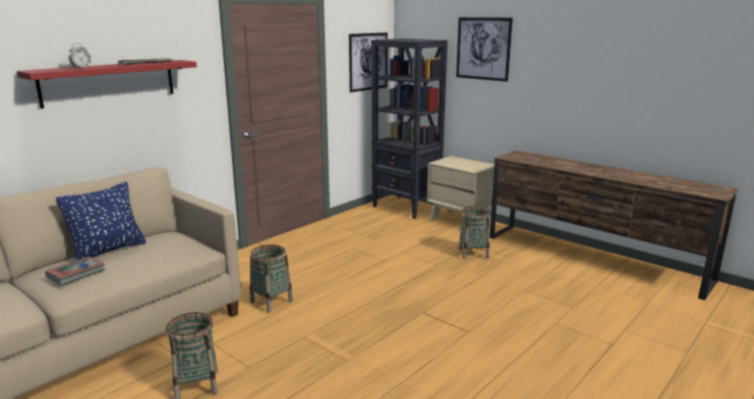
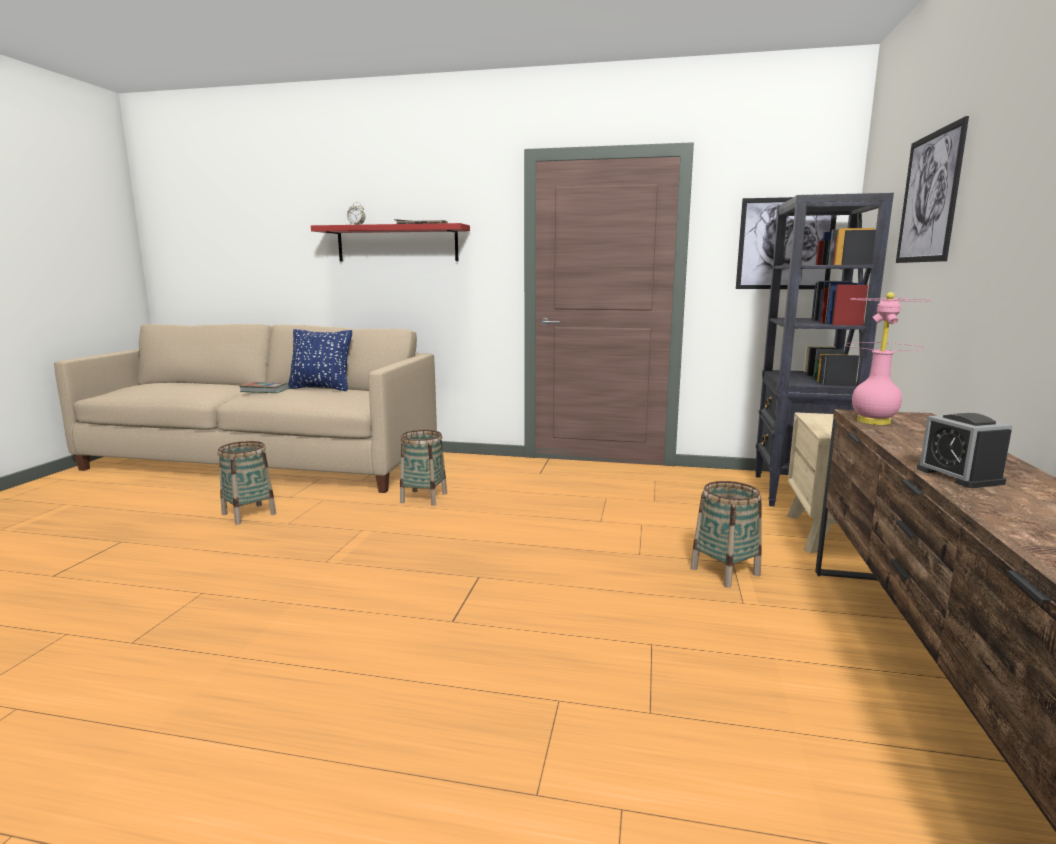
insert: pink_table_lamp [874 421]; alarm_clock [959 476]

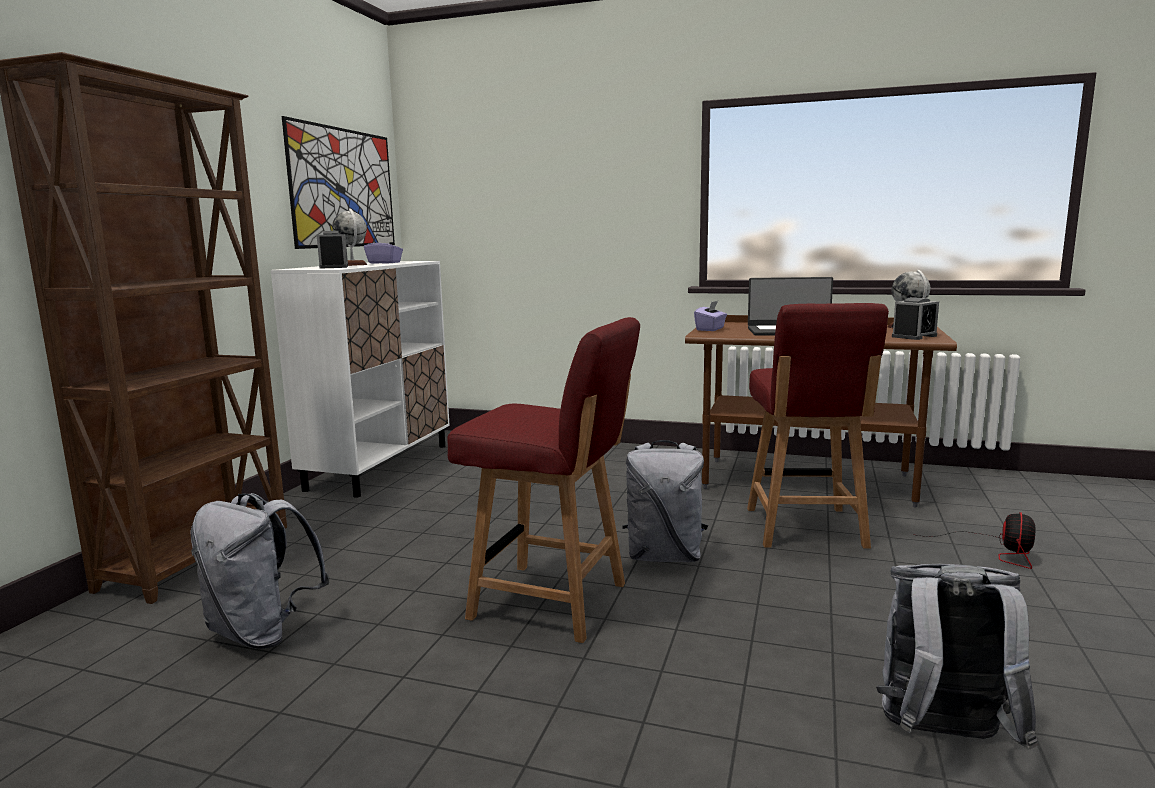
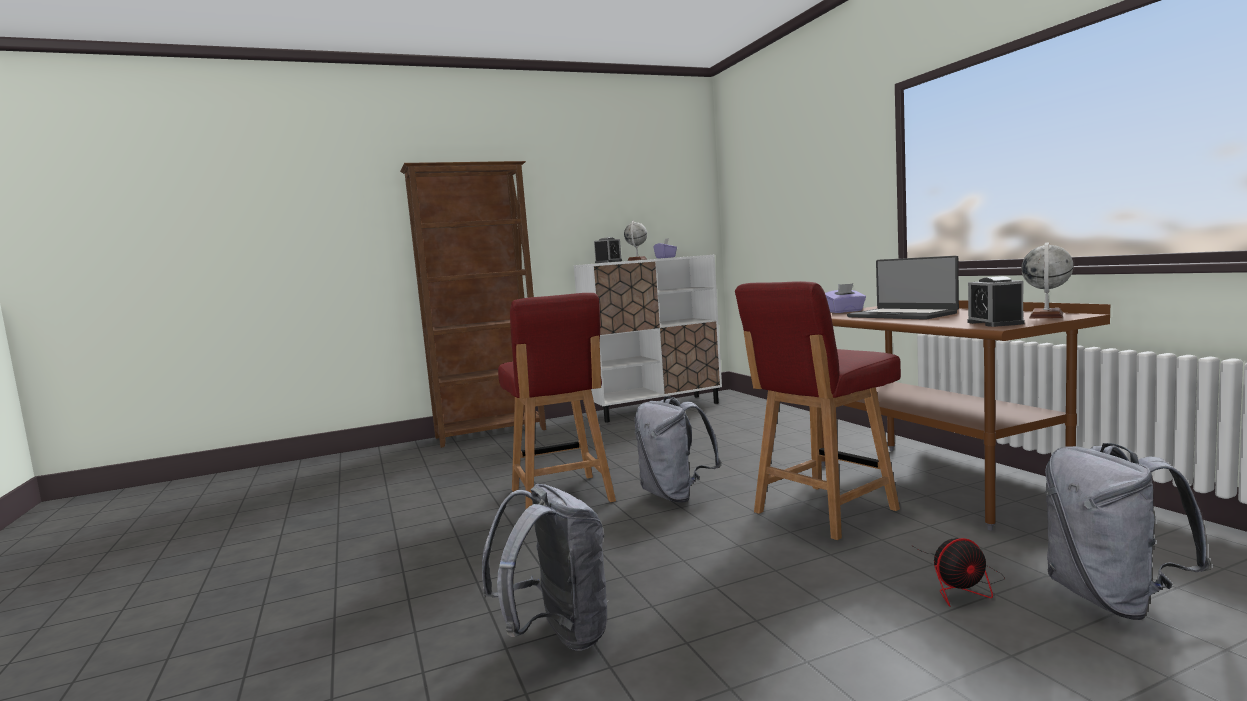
delete: picture [344 188]
move: grey_rucksack [262 632] to [1112 600]
rotate: alarm_clock [914 336] = [995 323] 75 degrees clockwise

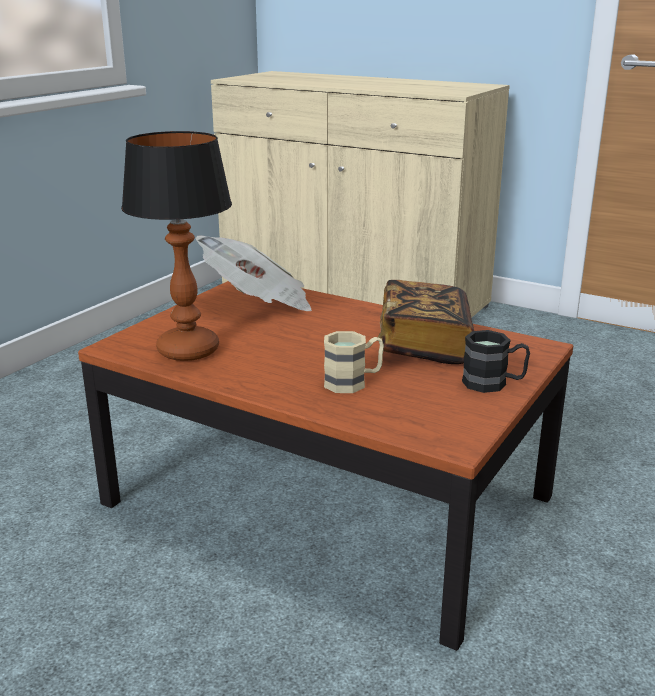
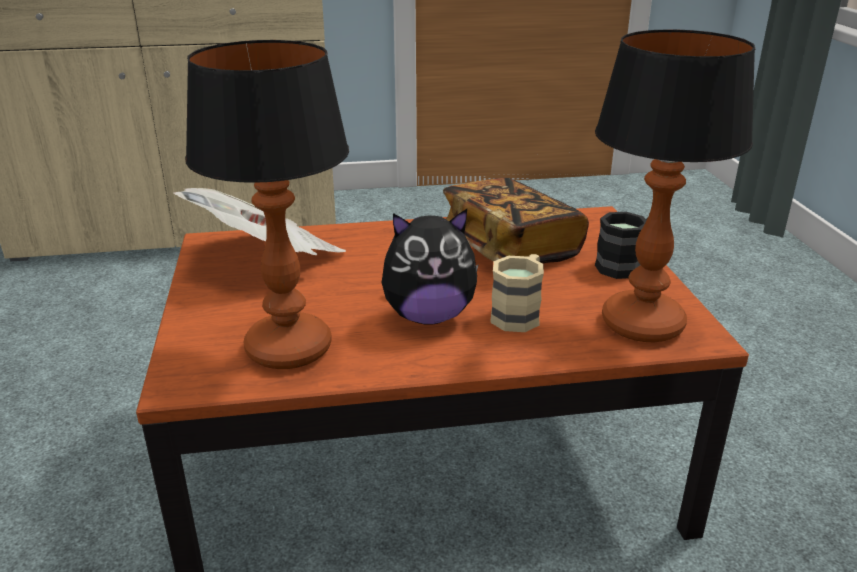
insert: soft_toy [429 316]; table_lamp [641 325]

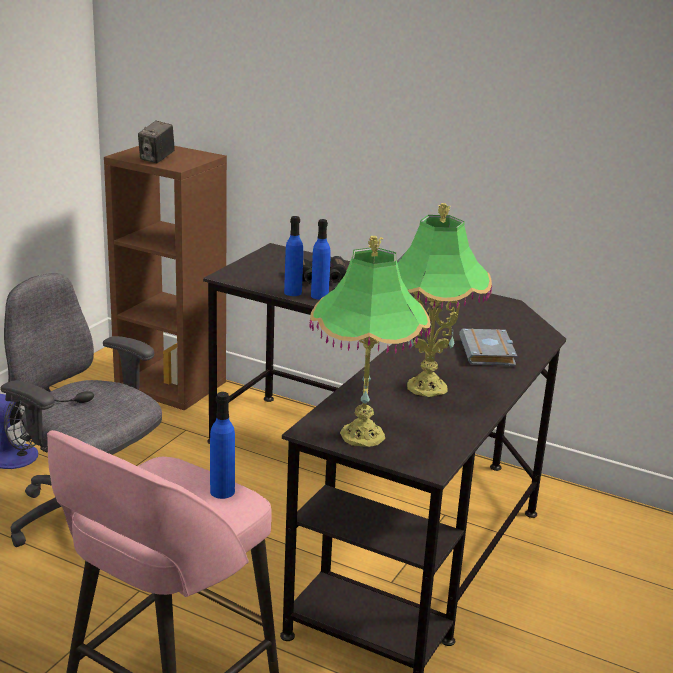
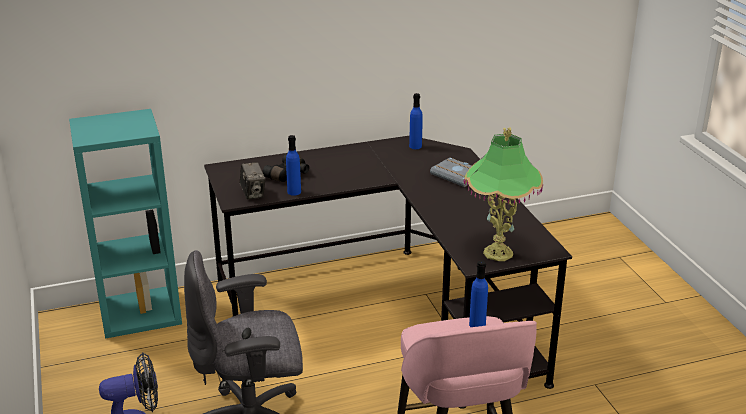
delete: table_lamp [426 387]
move: still_camera [157 159] to [253 194]; bluish_drink_bottle [319 296] to [415 146]
recolor: brown-coloured_shelving_unit [172 385] to turquoise_shelving_unit [141 312]

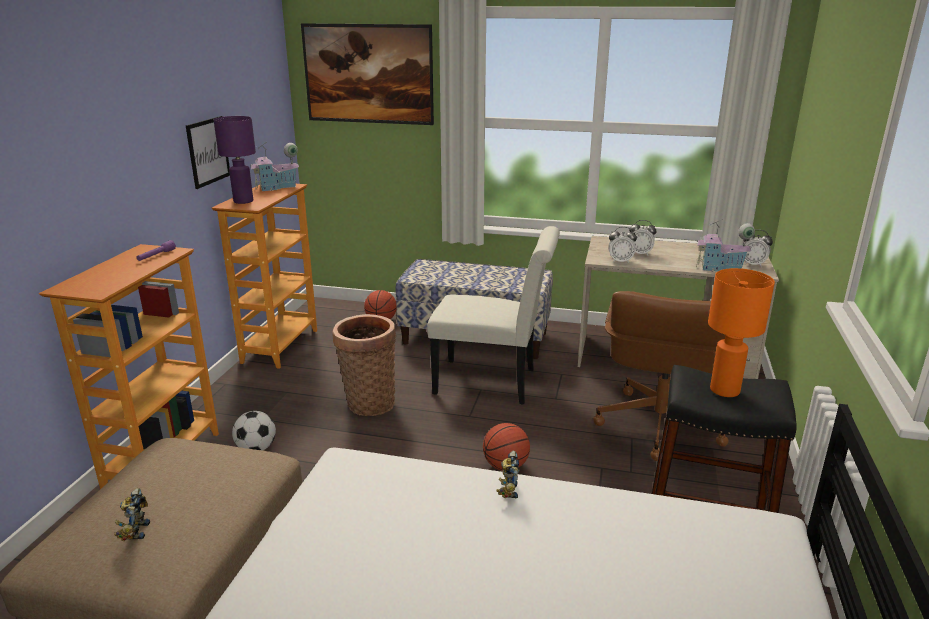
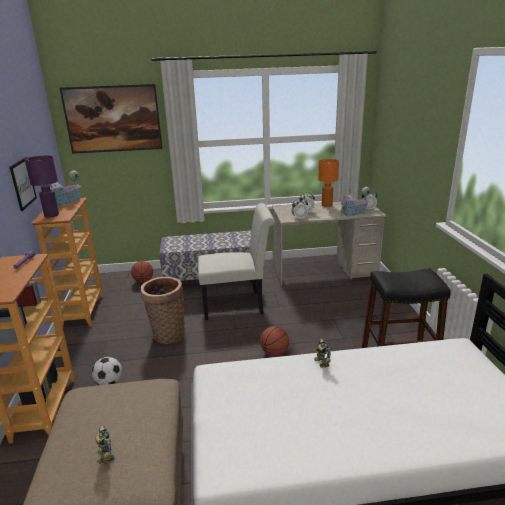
delete: brown-coloured_desk_chair [657 425]
move: orange-coloured_table_lamp [724 390] to [326 205]

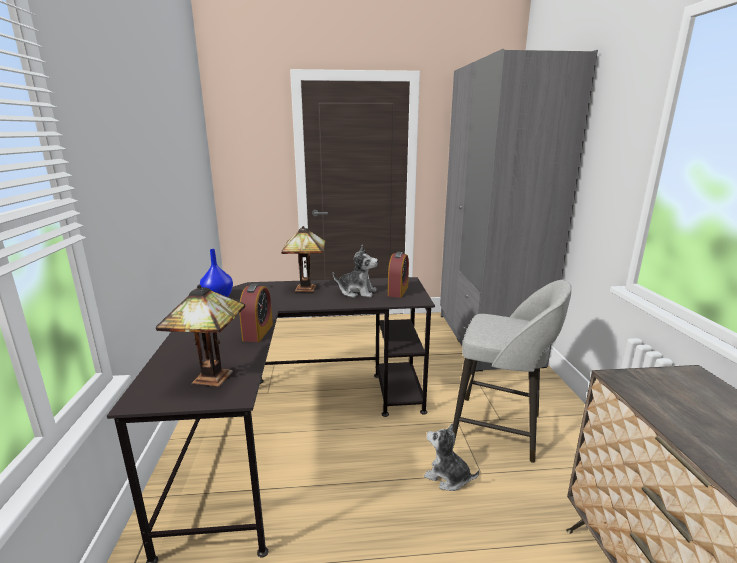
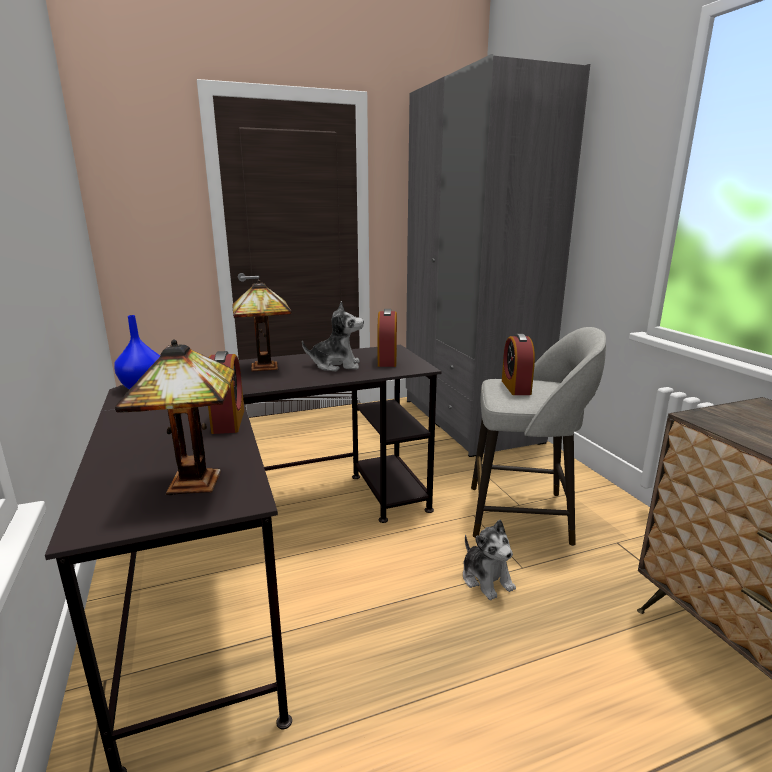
insert: alarm_clock [516 387]
rotate: soft_toy [447 477] = [486 579] 135 degrees counterclockwise

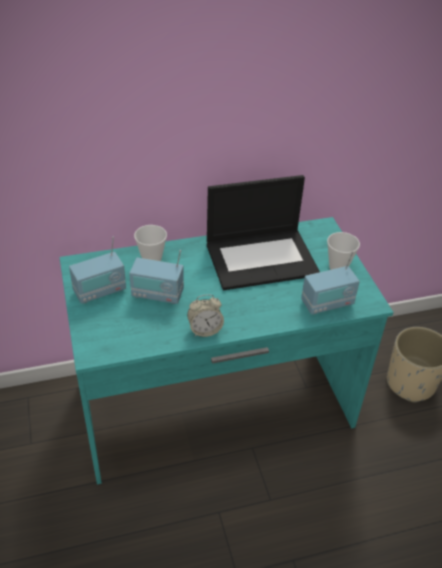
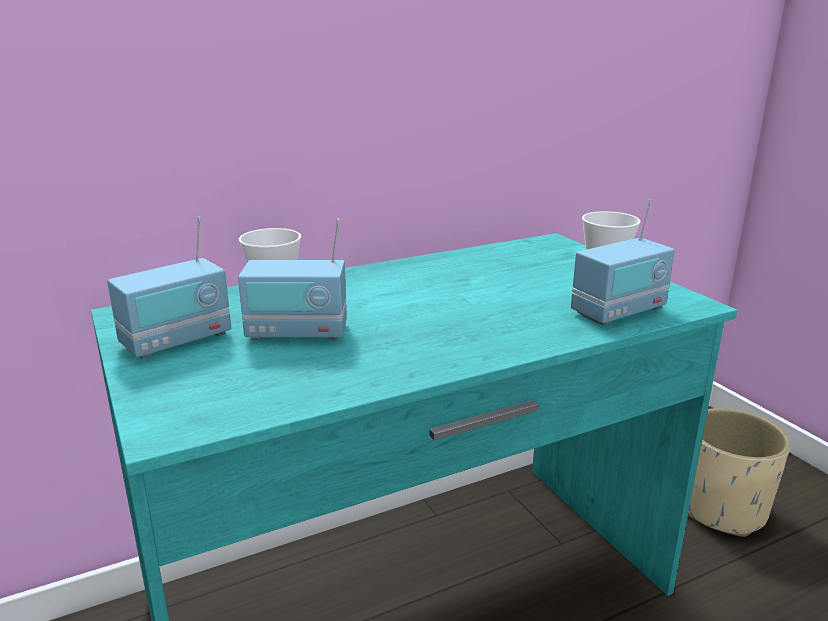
delete: alarm_clock [205 330]; portable_computer [262 258]

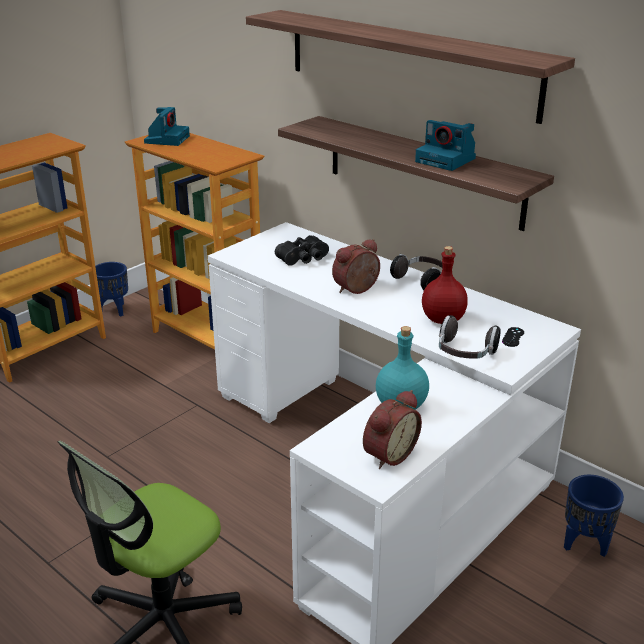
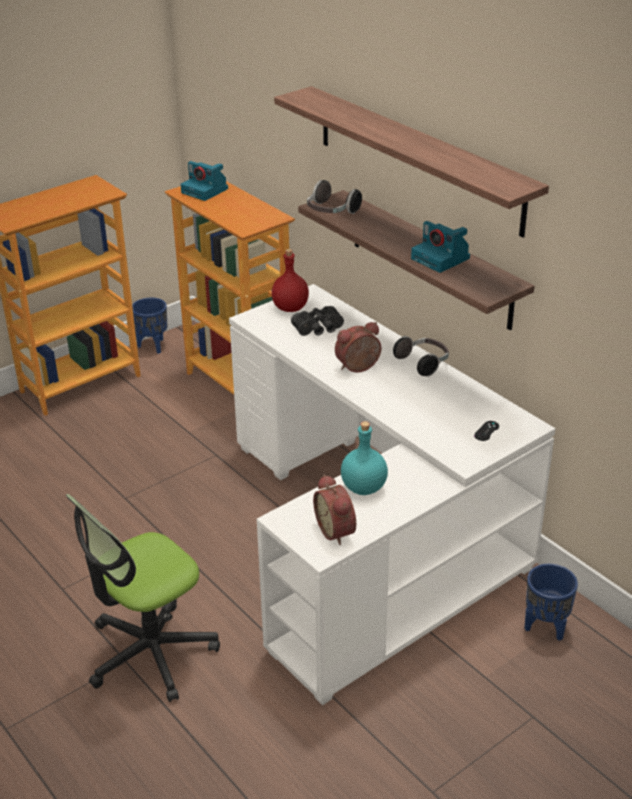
move: red_drink_bottle [442 319] to [290 308]; headphones [465 353] to [331 212]
rotate: still_camera [167 139] = [206 191] 105 degrees clockwise; alarm_clock [388 454] = [337 530] 105 degrees clockwise

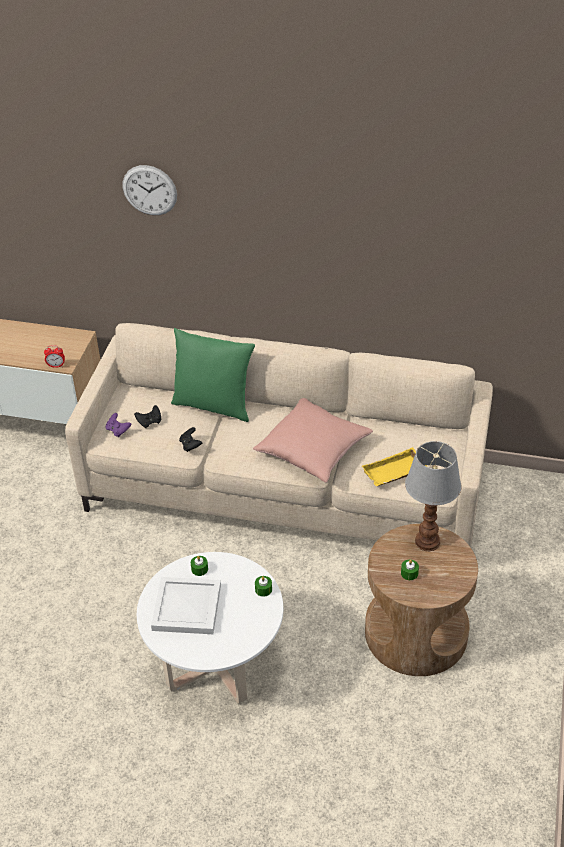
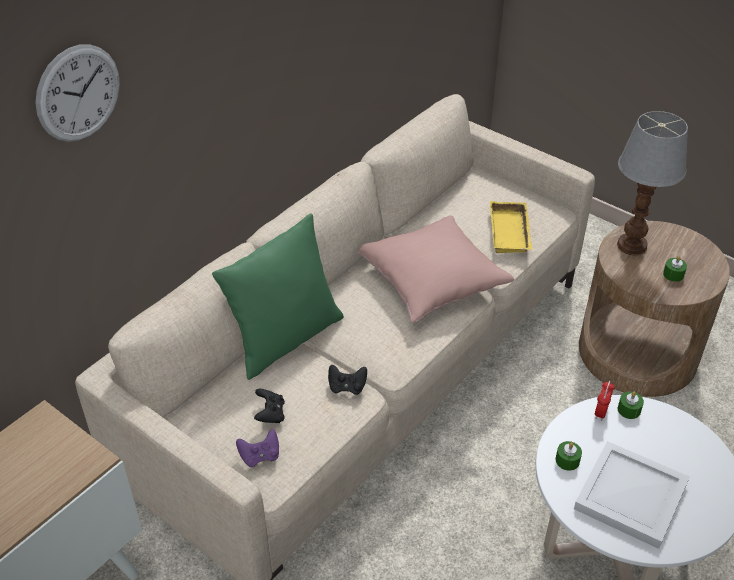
move: alarm_clock [56 366] to [601 412]

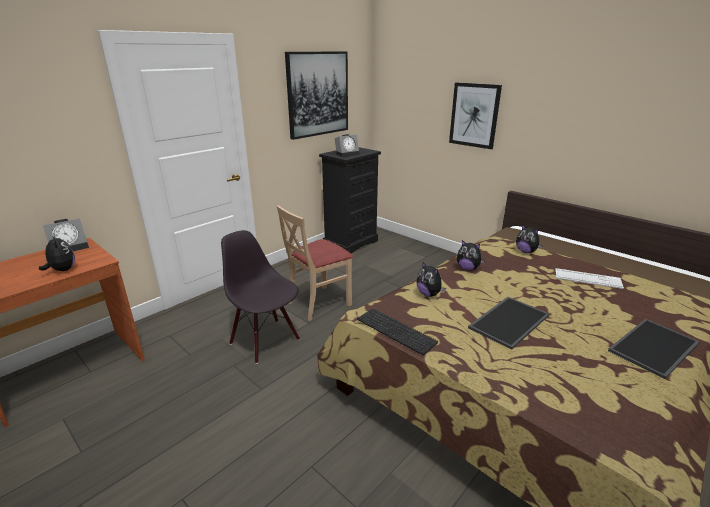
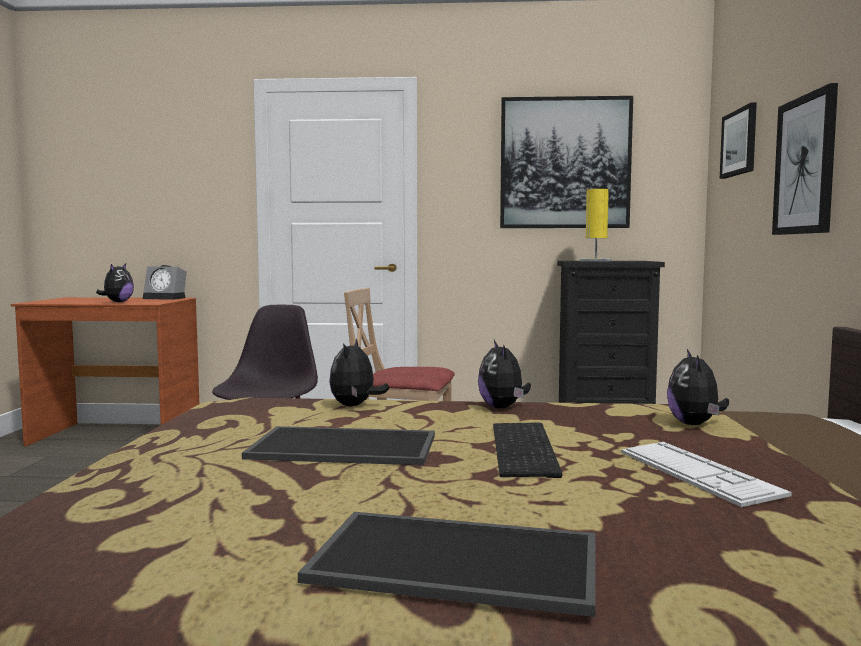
insert: picture [739 142]
move: computer_keyboard [397 330] to [527 449]
replace: alarm_clock [347 154] to yellow-coloured_table_lamp [595 261]

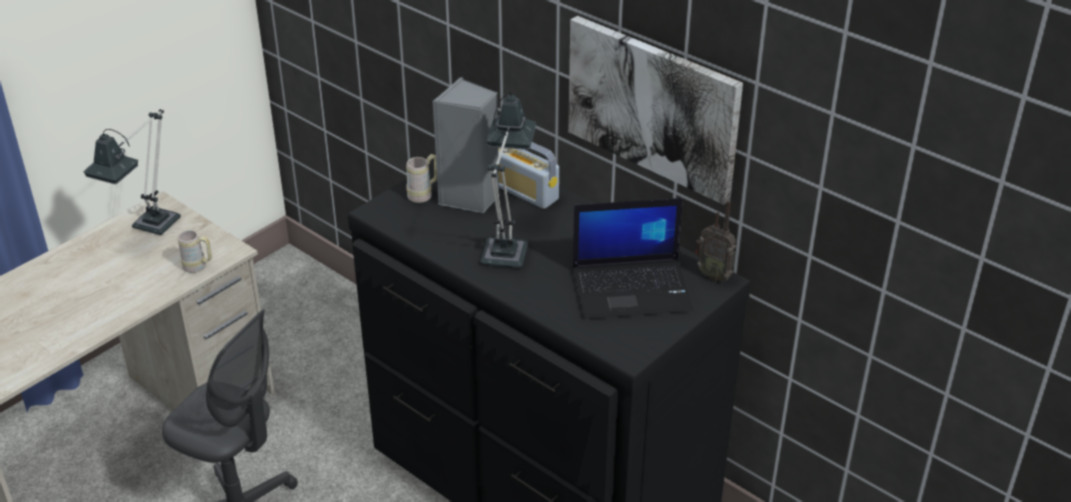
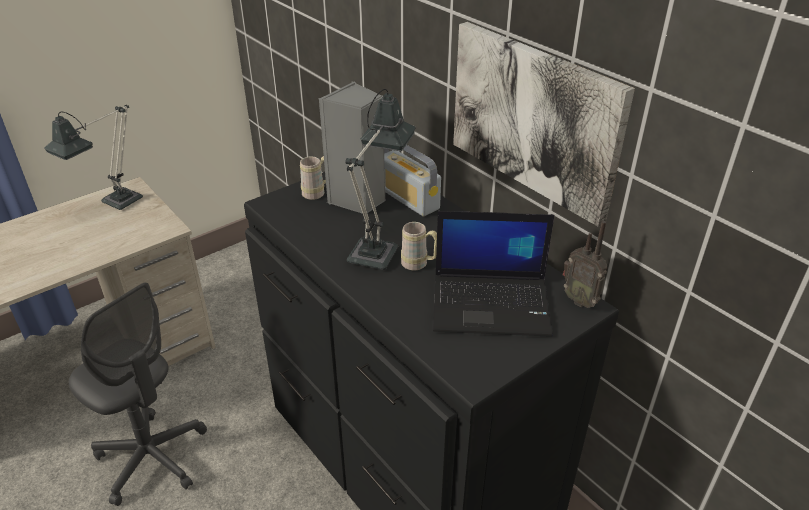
move: sand-coloured_mug [198 267] to [419 264]

